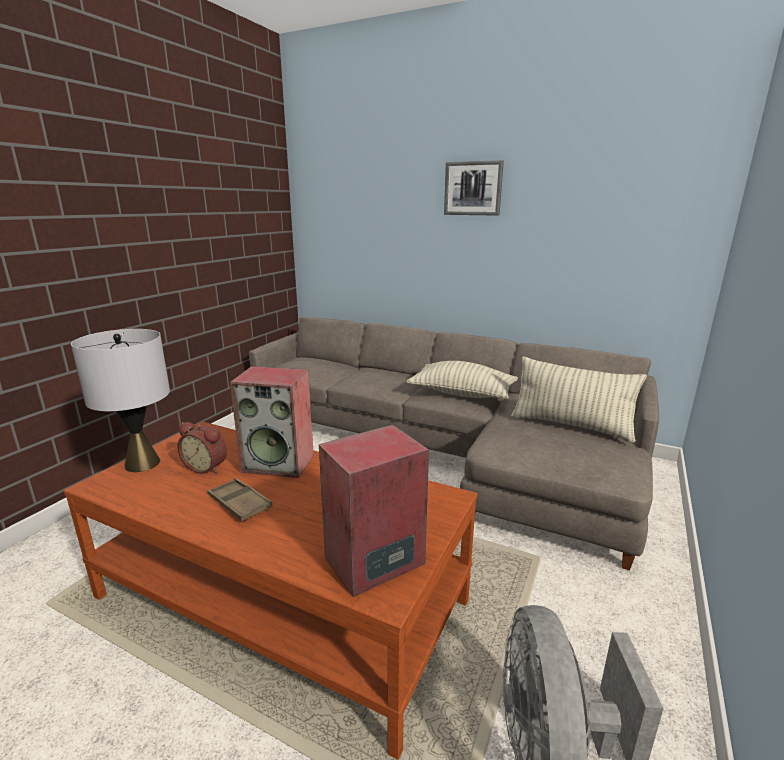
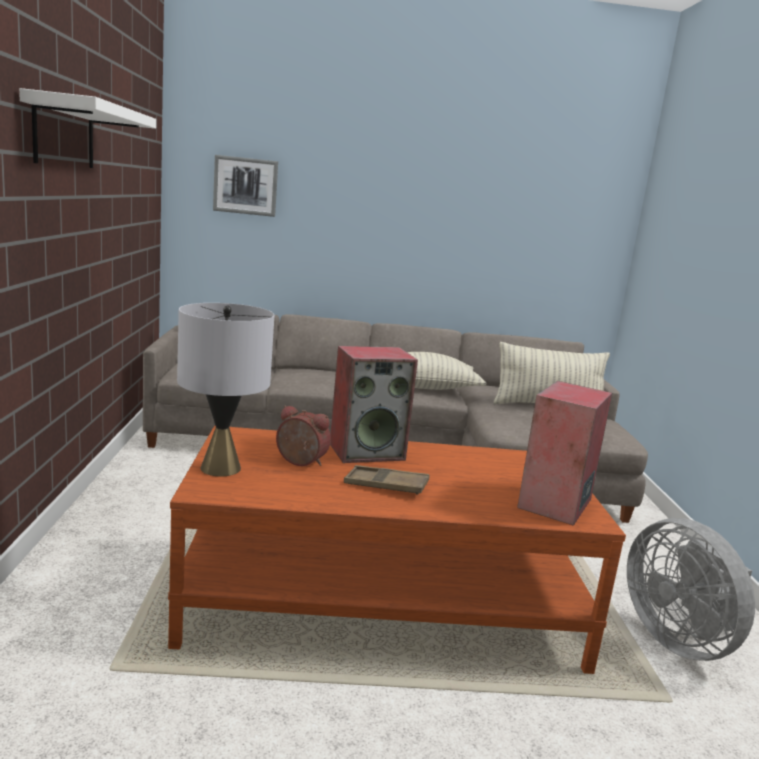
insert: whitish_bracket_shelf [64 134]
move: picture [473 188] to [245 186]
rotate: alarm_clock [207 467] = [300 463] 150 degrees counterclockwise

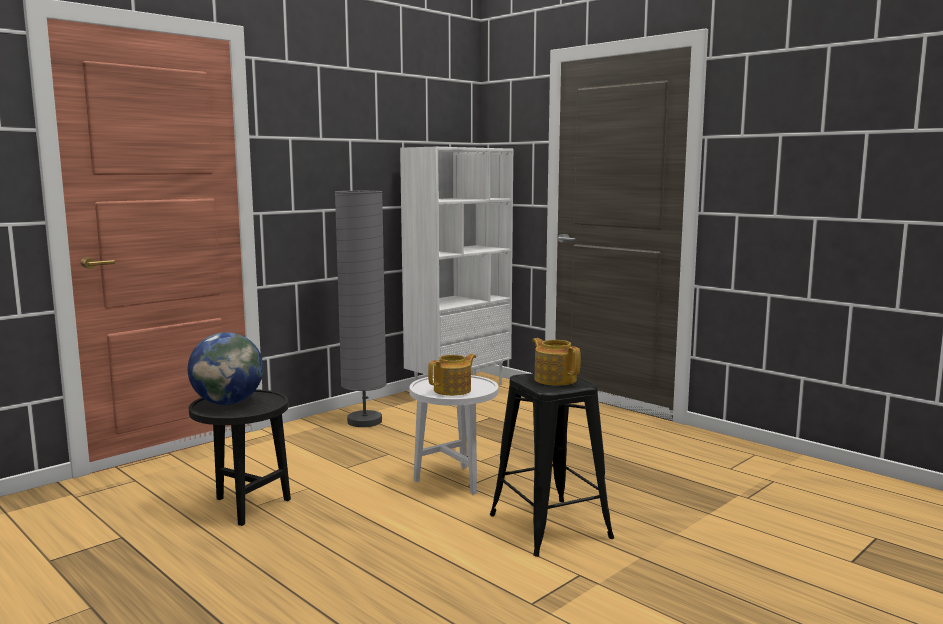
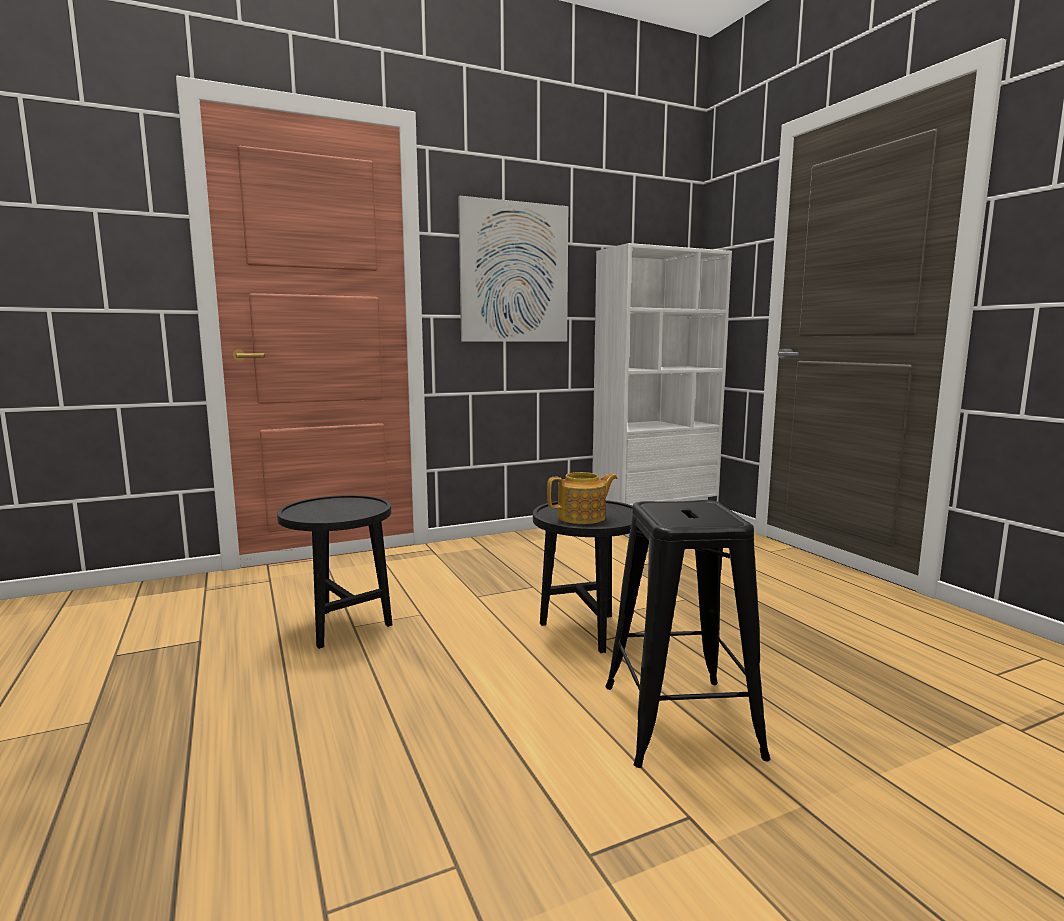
delete: world_globe [228 403]; grey_floor_lamp [365 421]; teapot [555 379]
insert: picture [514 273]
recolor: whitish_accent_table [454 482] to black-coloured_accent_table [586 633]

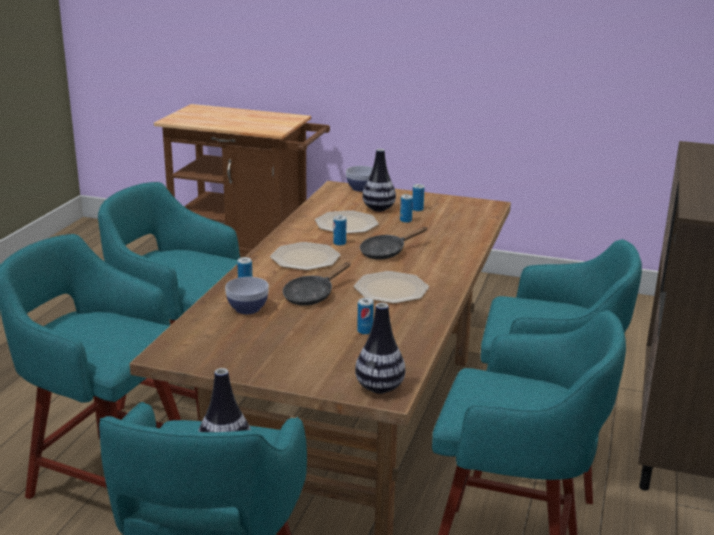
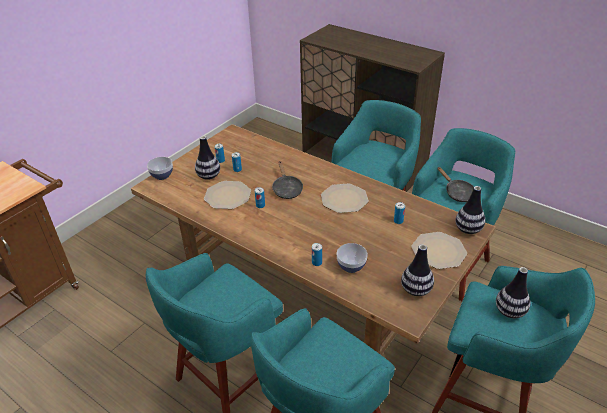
insert: vase [415 290]
move: dinner_plate [305 258] to [439 251]; black-coloured_pan [311 295] to [457 193]

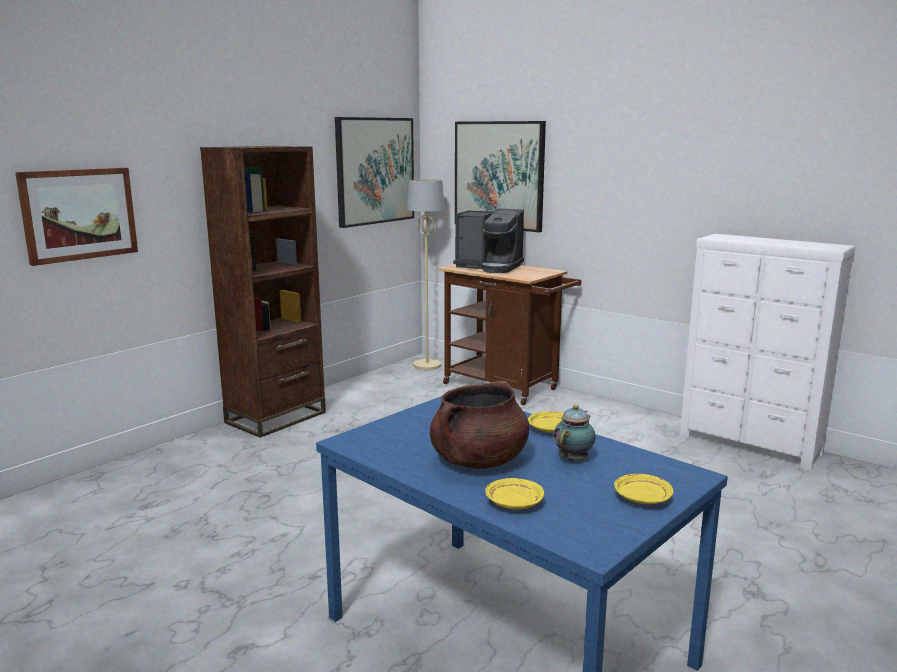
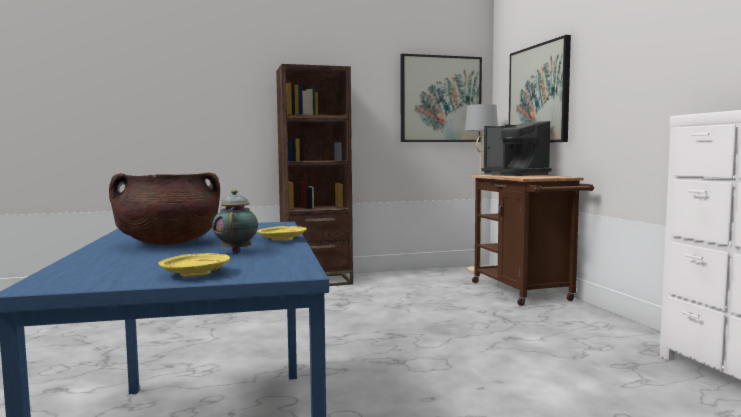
delete: picture [79 214]; yellow-coloured_dinner_plate [513 503]
rotate: teapot [574 458] = [237 251] 75 degrees counterclockwise

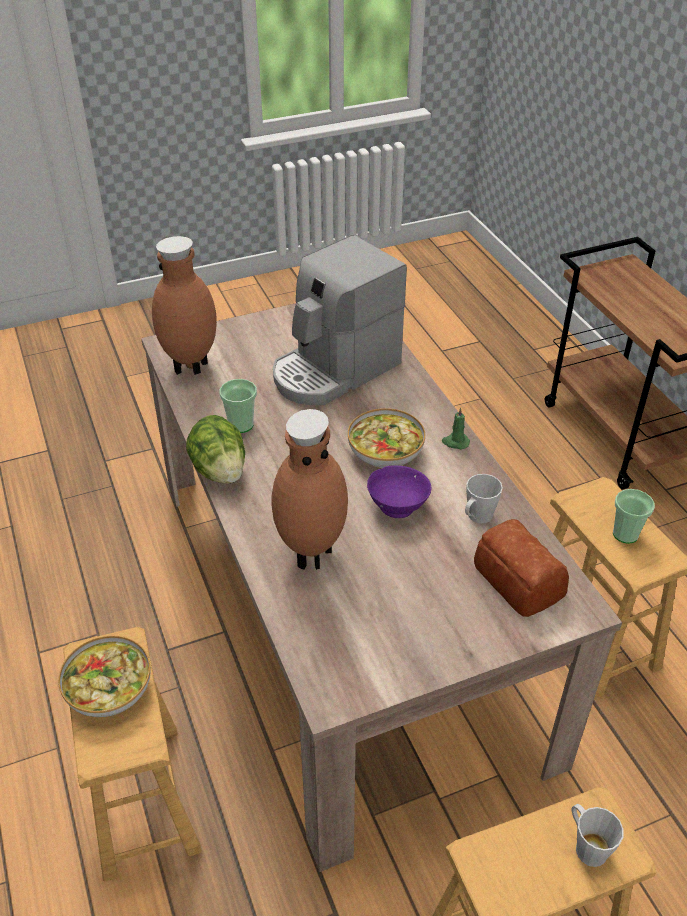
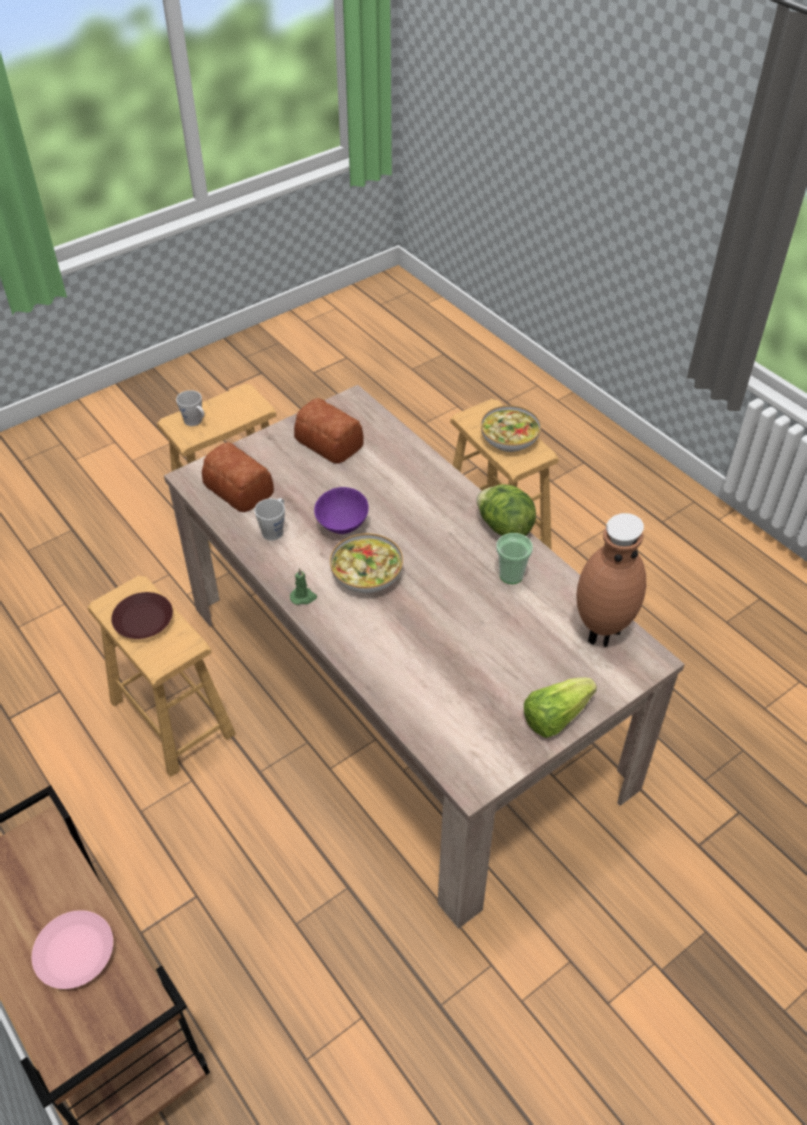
delete: brown-coloured_vase [310 553]; coffee_machine [334 370]
insert: pink_dinner_plate [74 953]; bakery_bread [329 441]; lettuce_head [555 716]
replace: cup [625 534] to brown-coloured_dinner_plate [143 619]

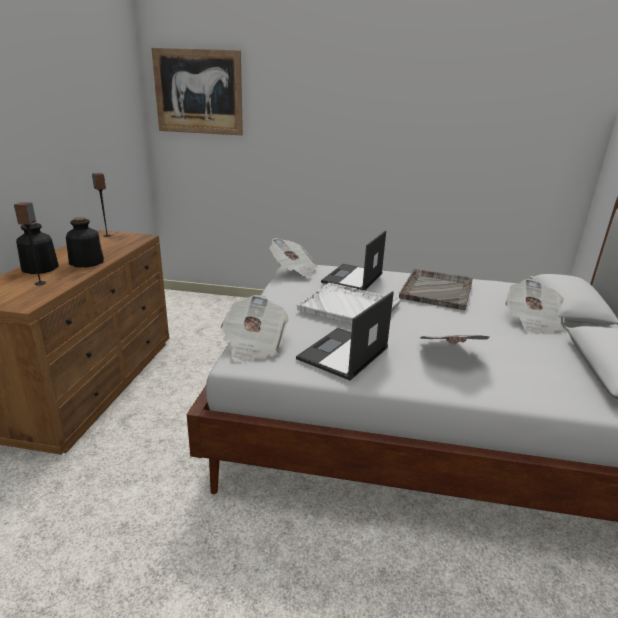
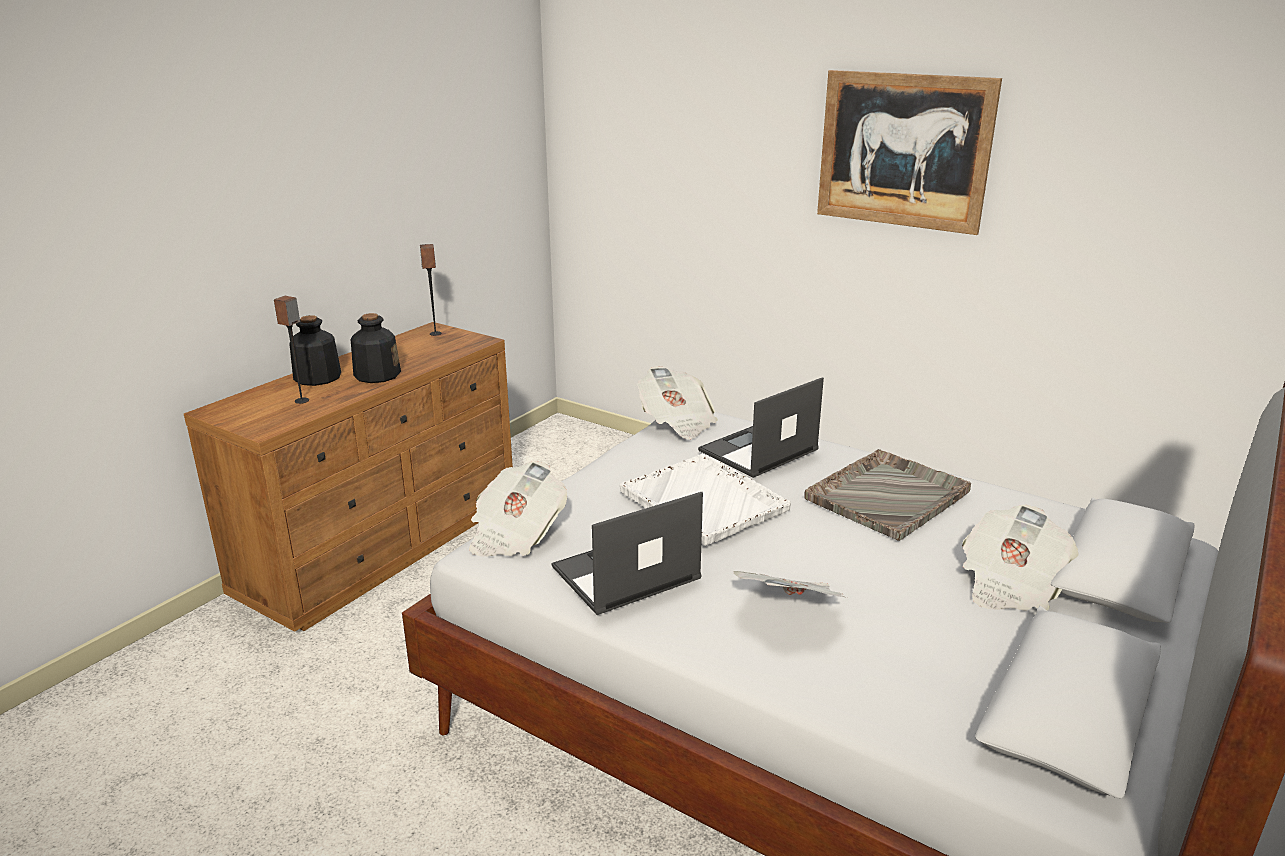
move: picture [198 92] to [903 150]

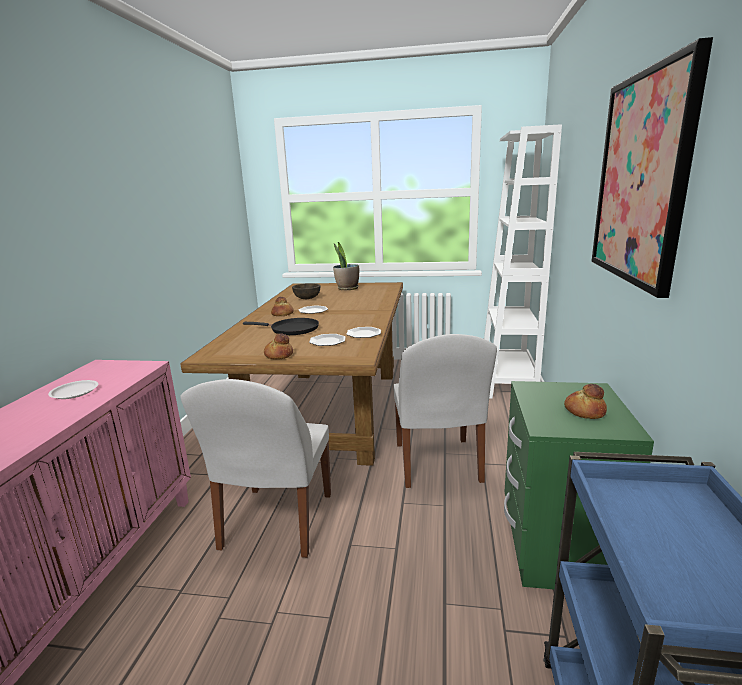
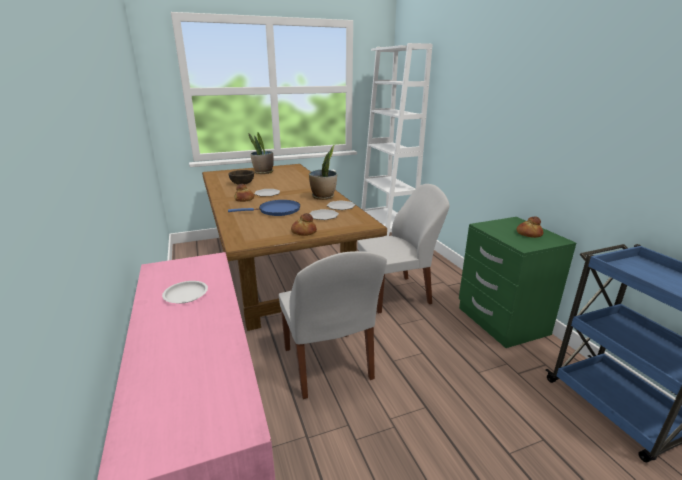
delete: picture [641 179]
insert: houseplant [323 197]
recolor: black-coloured_pan [291 329] to bluish_pan [276 211]
rotate: whitish_upright_chair [437 464] = [396 294] 75 degrees counterclockwise

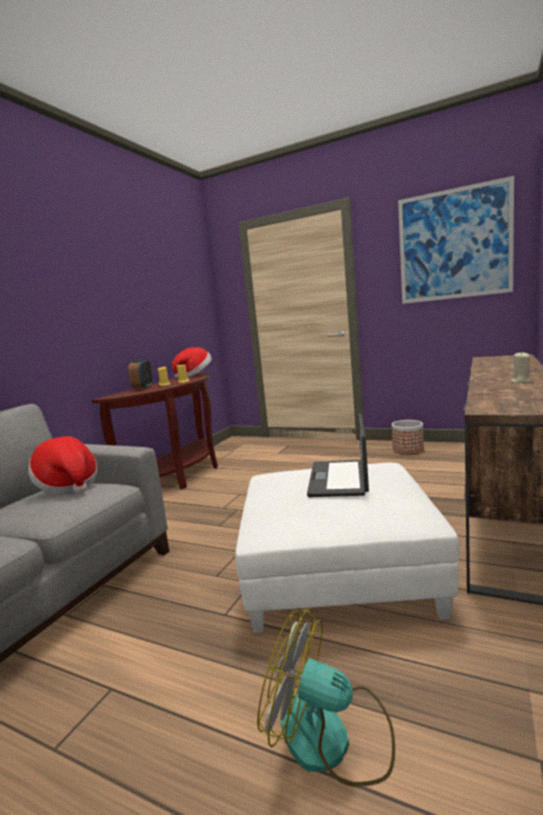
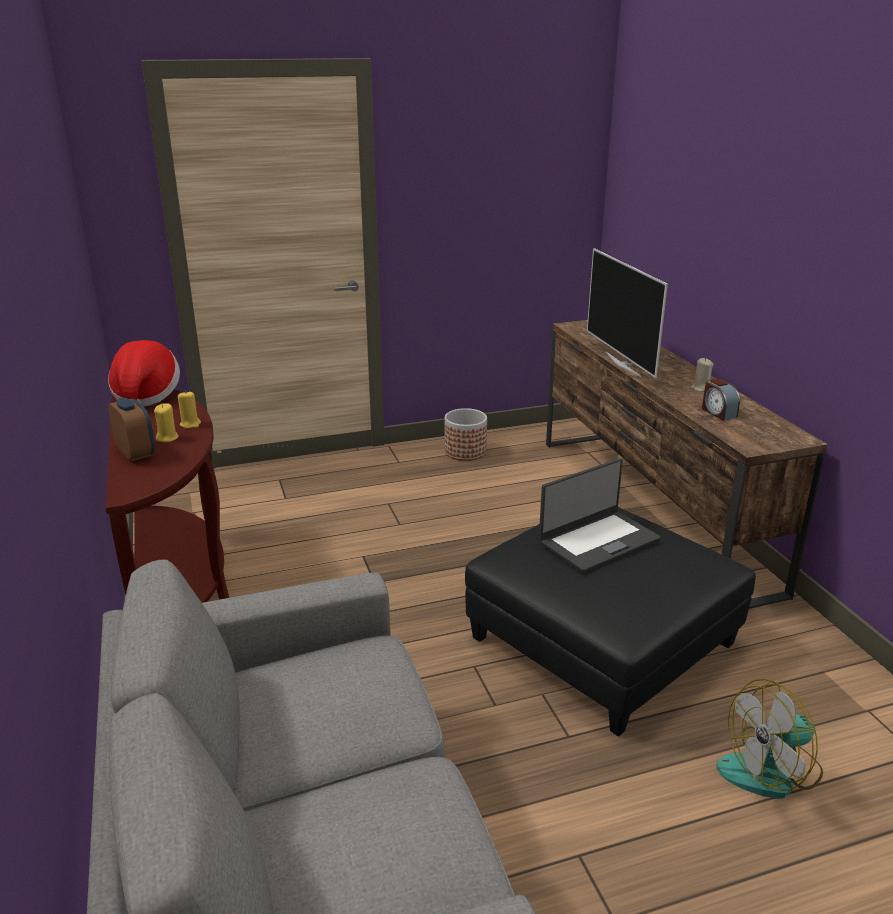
delete: wearable_hat [68 486]; picture [453 244]
insert: TV [623 364]; alarm_clock [718 412]
recolor: whitish_ottoman [340 570] to black-coloured_ottoman [603 640]
rotate: portable_computer [340 478] = [598 540] 90 degrees counterclockwise

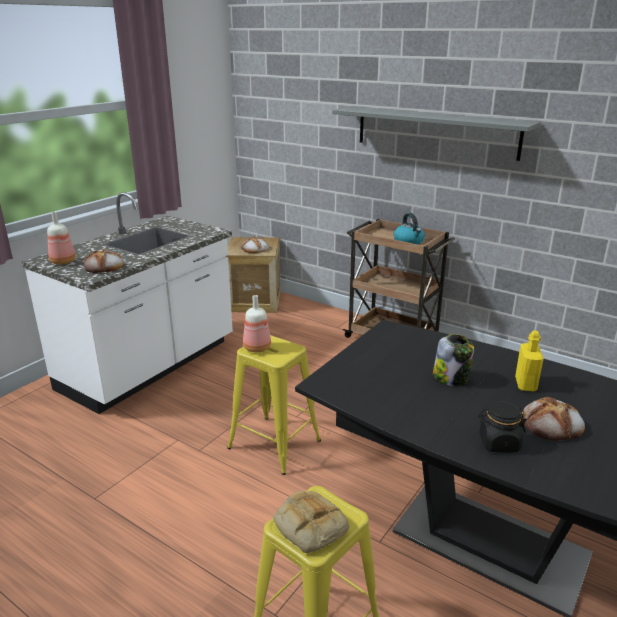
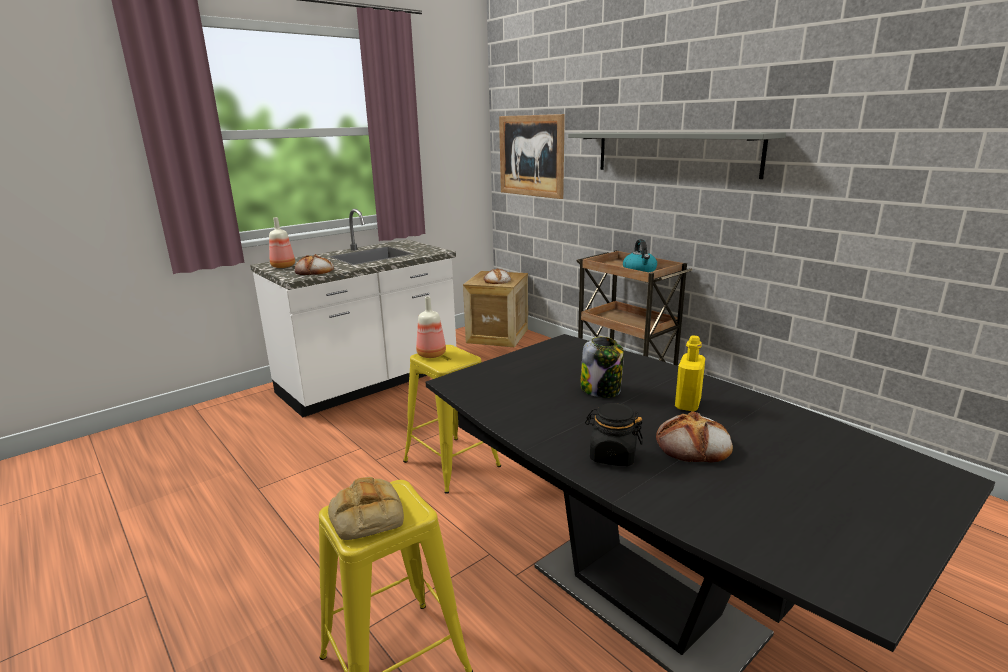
insert: picture [531 156]

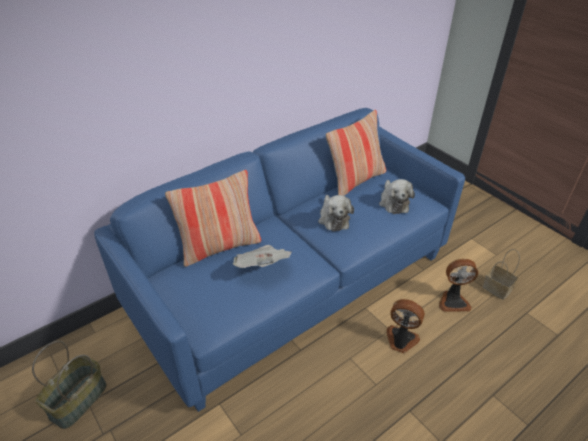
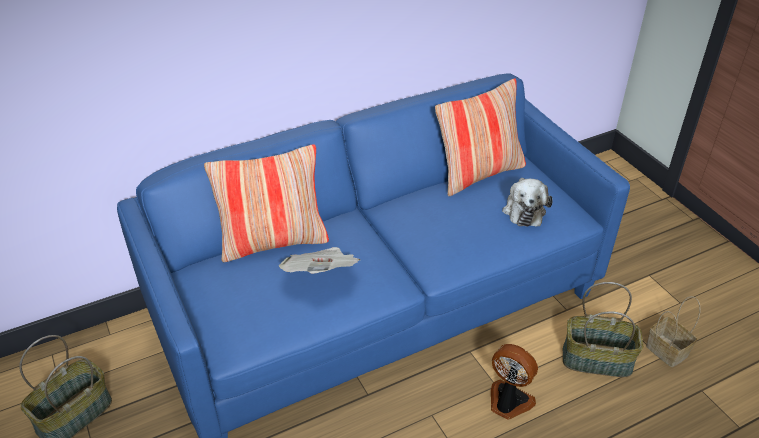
delete: soft_toy [333 218]
replace: cooling_fan [453 301] to household_basket [597 359]

